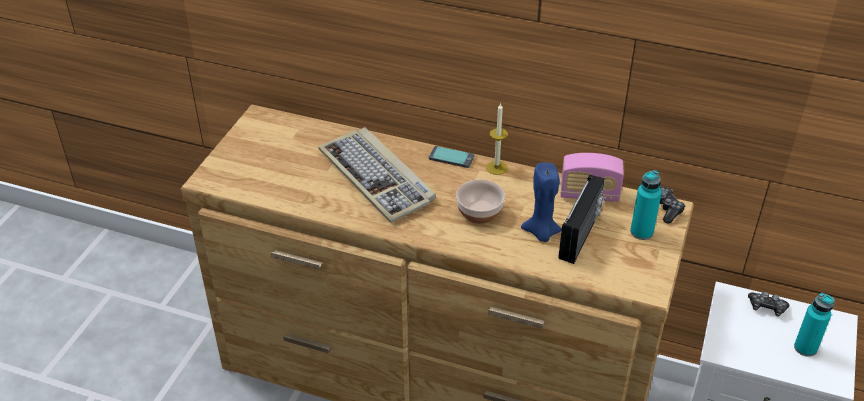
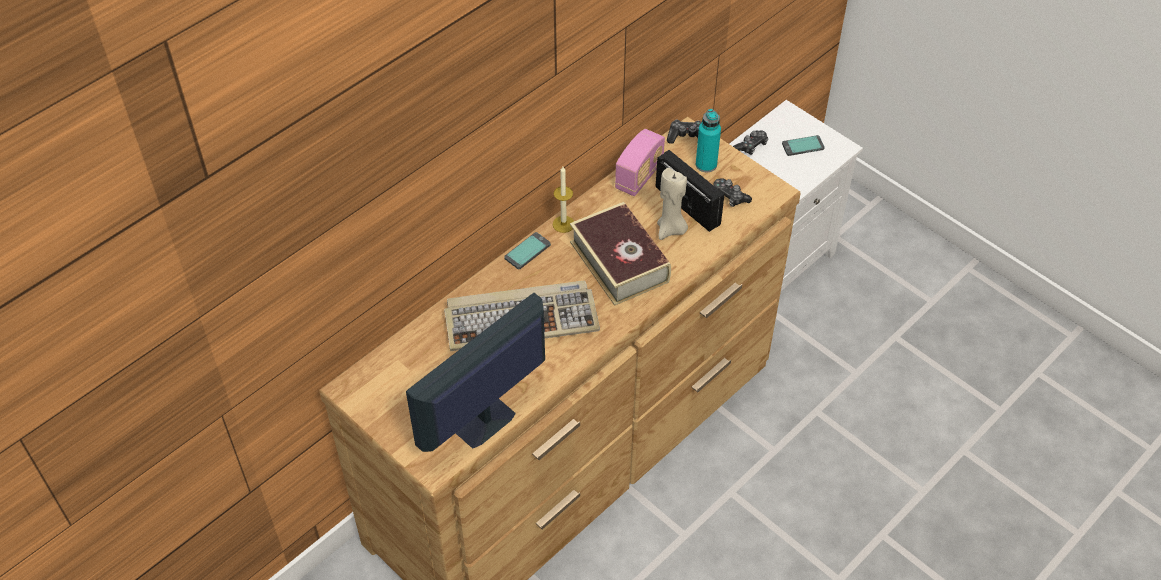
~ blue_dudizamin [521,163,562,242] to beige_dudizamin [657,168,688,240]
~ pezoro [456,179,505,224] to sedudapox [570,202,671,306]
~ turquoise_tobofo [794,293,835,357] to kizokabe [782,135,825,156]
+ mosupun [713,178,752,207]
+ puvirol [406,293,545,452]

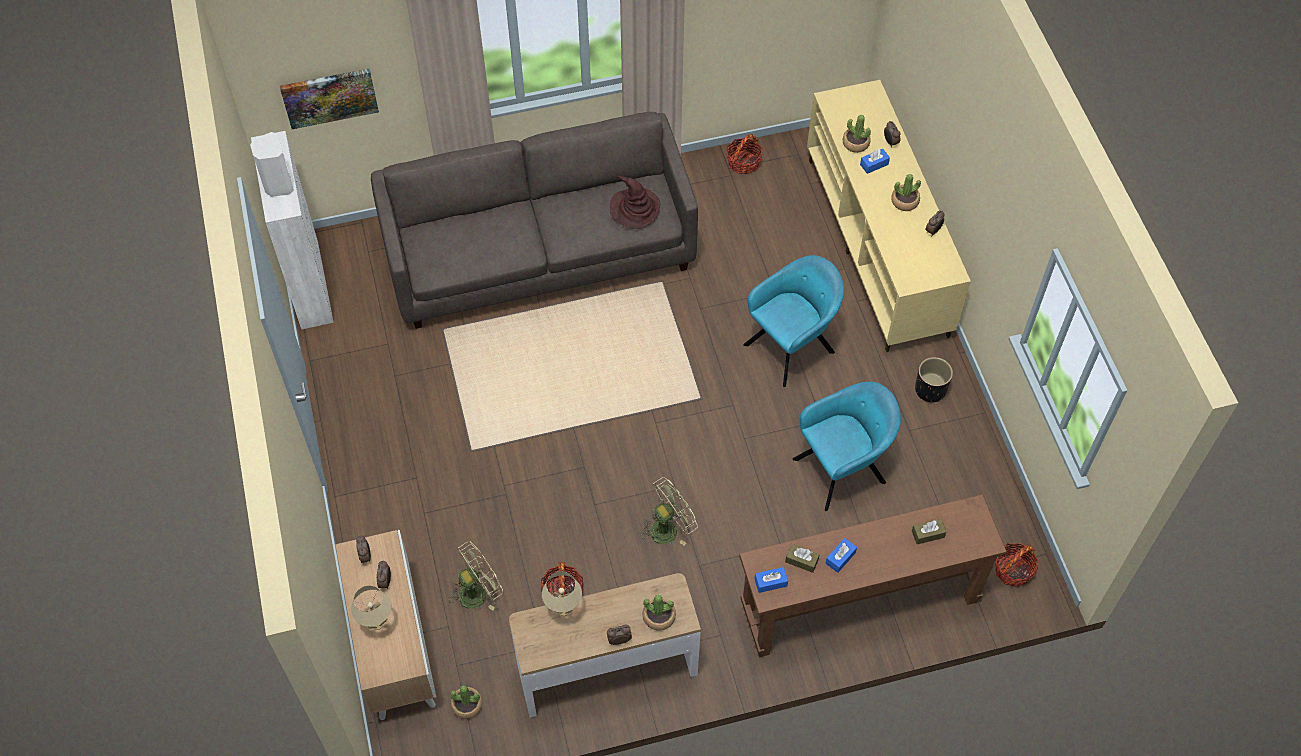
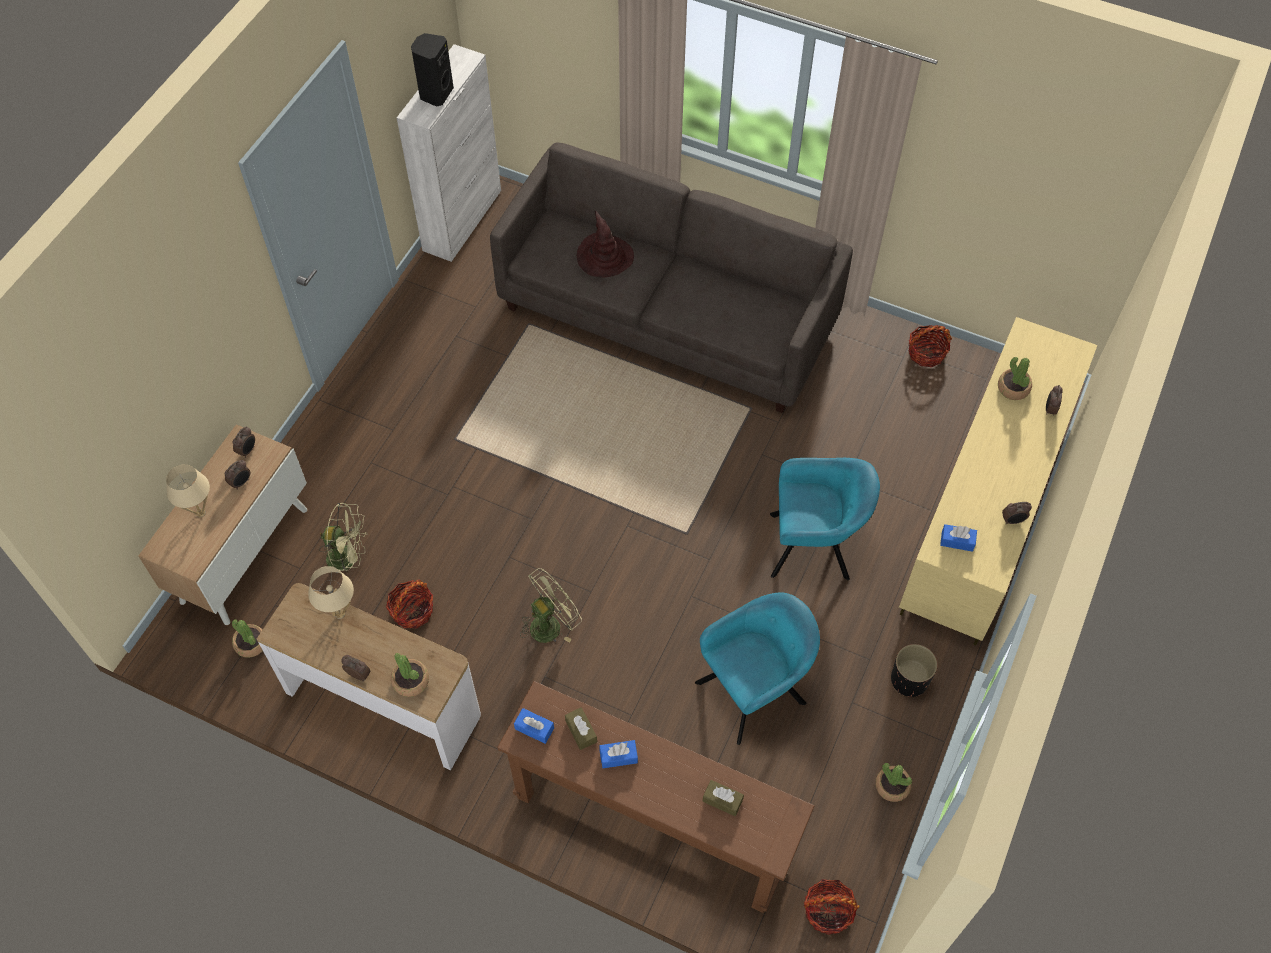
- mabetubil [280,69,379,129]
~ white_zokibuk [250,132,294,197] to black_zokibuk [411,33,454,107]
~ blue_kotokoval [860,149,890,174] to [940,524,977,552]
~ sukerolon [891,174,921,211] to [876,763,912,802]
~ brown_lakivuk [610,176,660,229] to [577,211,634,277]
~ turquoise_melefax [793,382,901,511] = [695,592,820,745] 45 degrees counterclockwise
~ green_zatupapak [641,477,698,546] = [520,568,582,643] 45 degrees counterclockwise

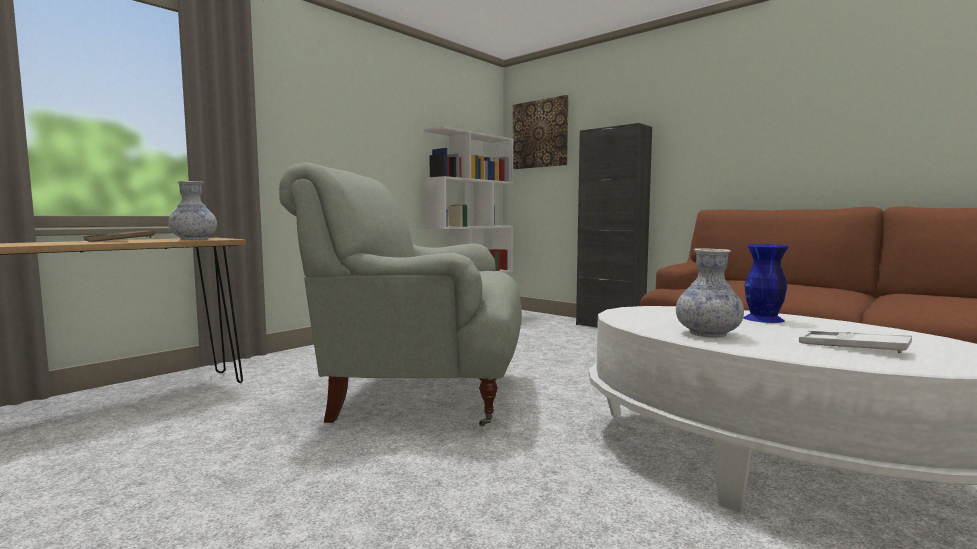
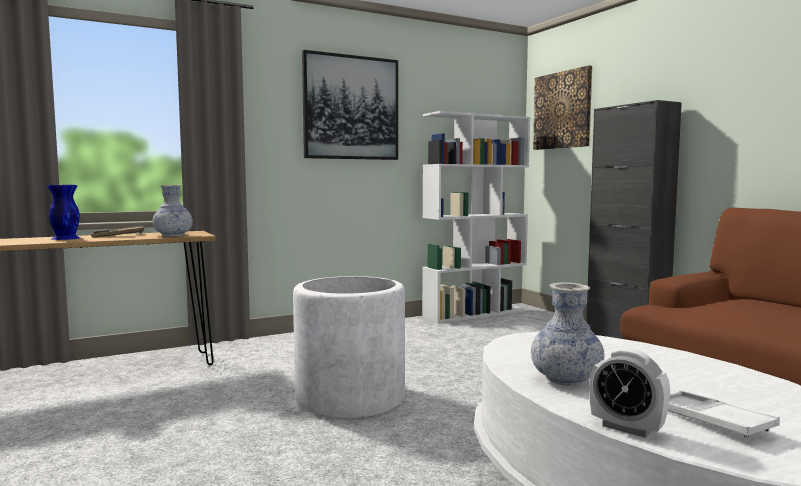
~ grey_melefax [279,162,522,427] to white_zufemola [293,276,405,419]
~ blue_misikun [743,244,789,323] to [47,185,80,240]
+ mabetubil [302,50,398,160]
+ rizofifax [589,348,670,438]

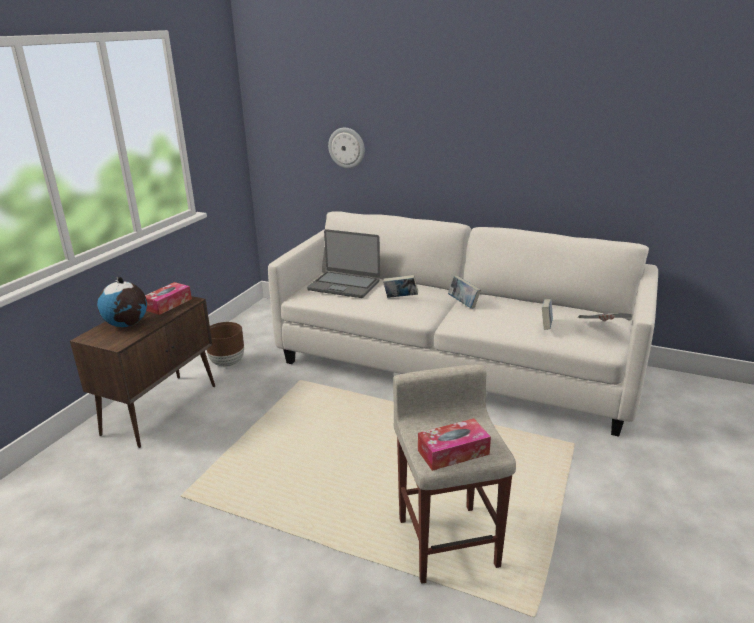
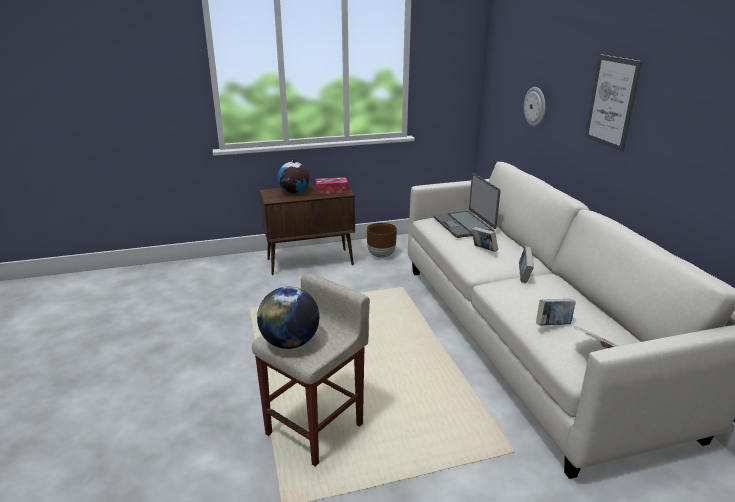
~ kotokoval [418,418,491,471] to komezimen [257,286,319,349]
+ mabetubil [585,54,642,152]

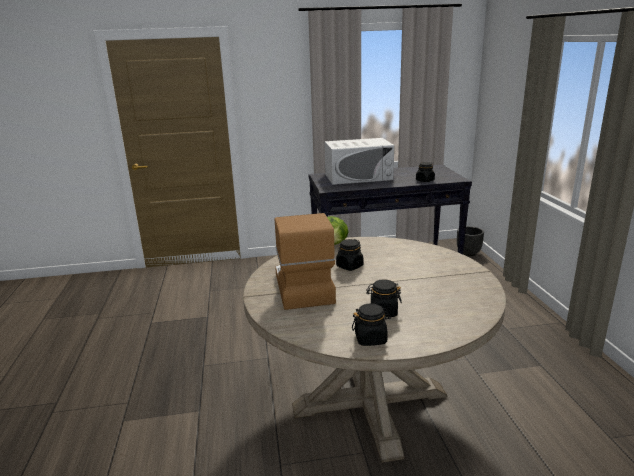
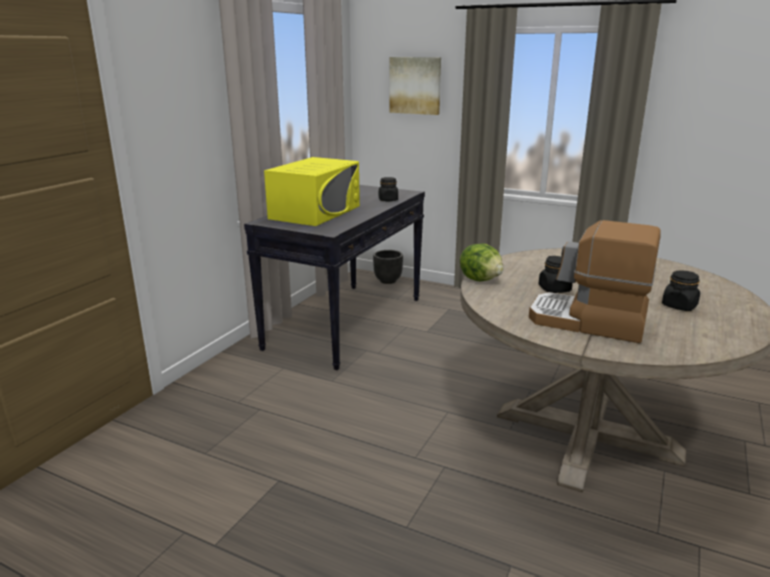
~ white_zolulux [324,138,394,185] to yellow_zolulux [264,157,360,226]
- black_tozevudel [352,303,391,346]
+ mabetubil [389,57,441,115]

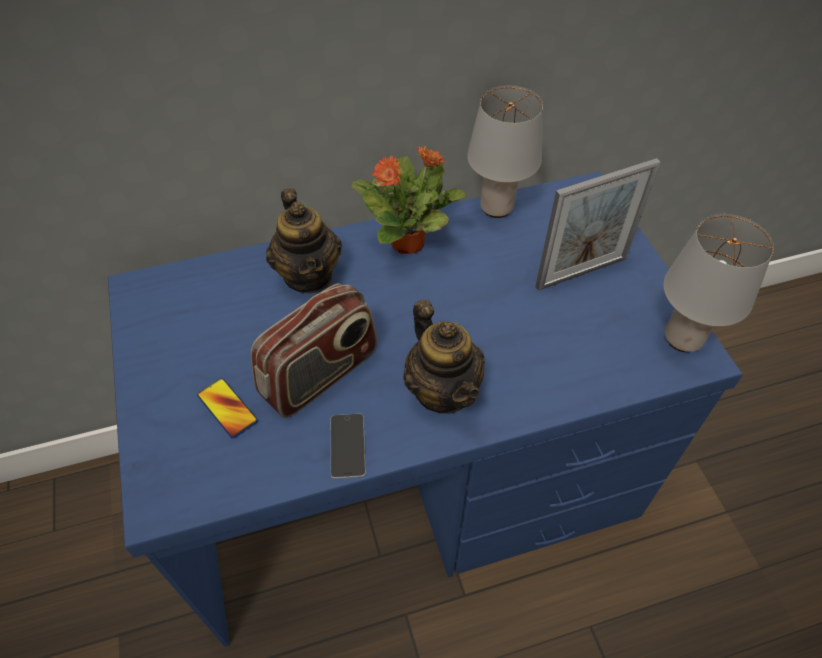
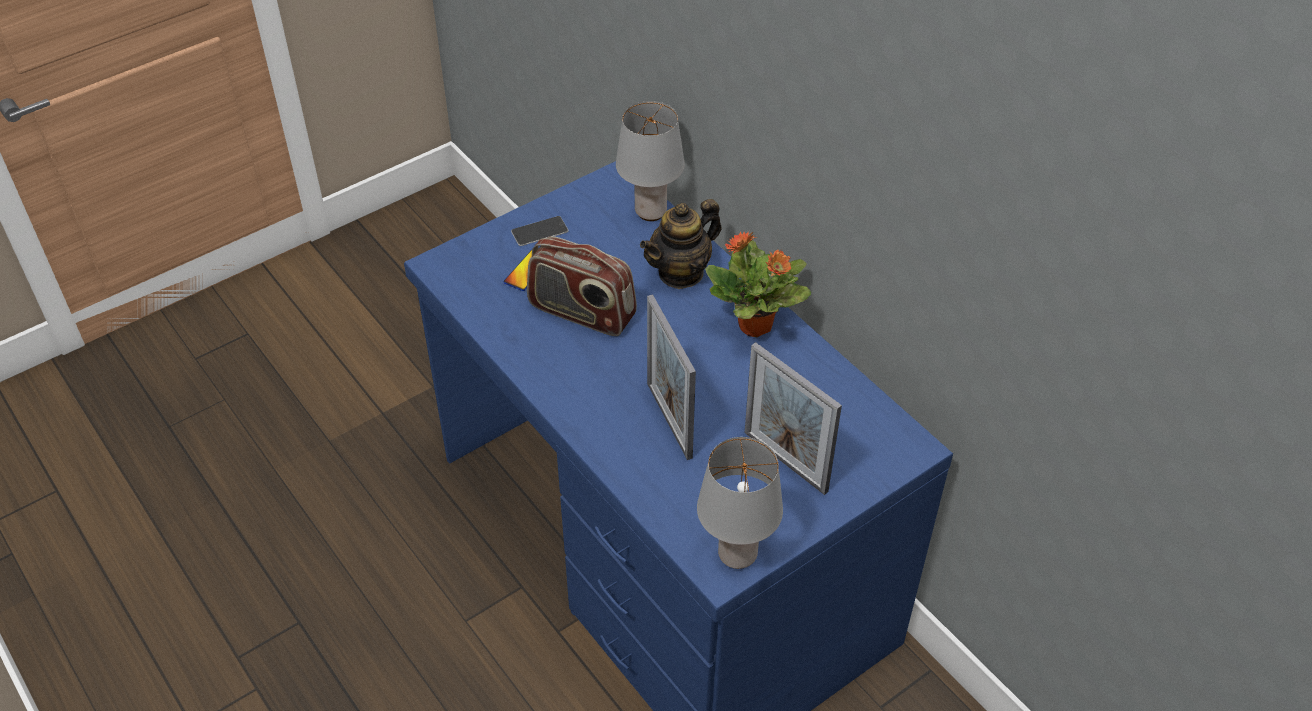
~ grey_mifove [467,85,543,218] to [616,101,685,221]
- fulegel [403,300,485,414]
~ kizokabe [331,414,366,478] to [511,216,569,246]
+ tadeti [647,294,696,460]

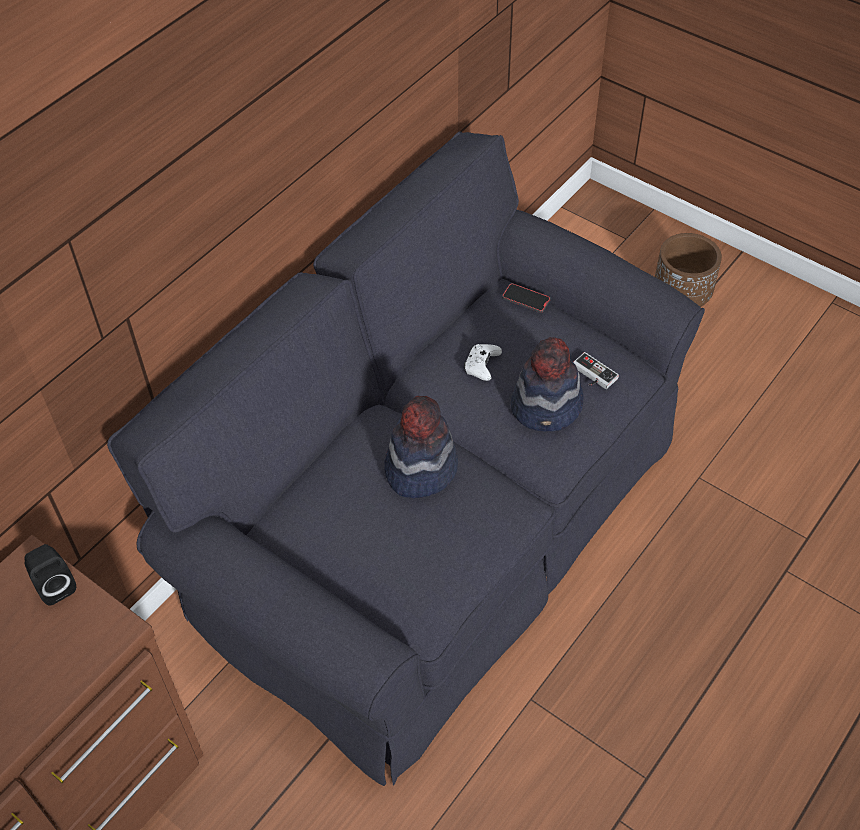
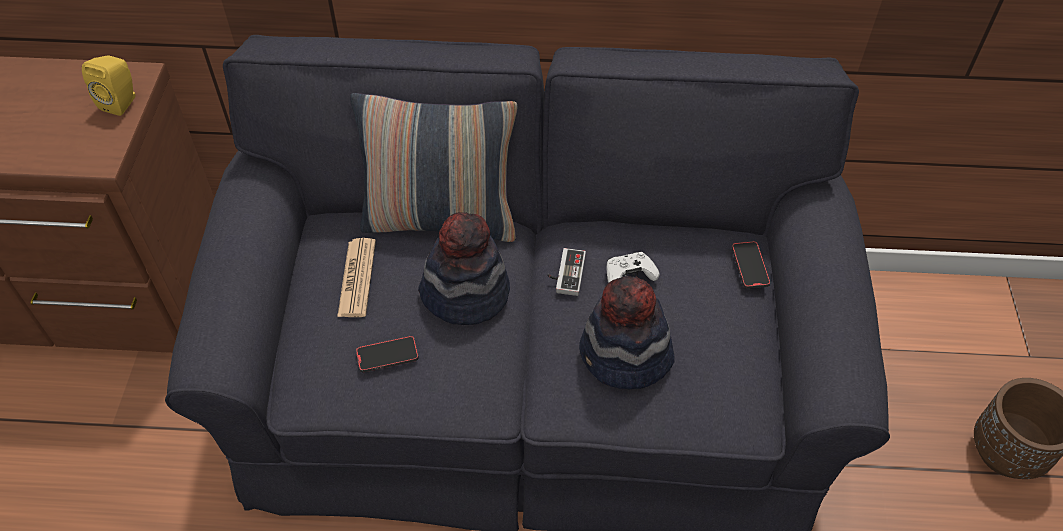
~ mosupun [573,352,619,389] to [547,248,586,296]
~ black_zokibuk [24,544,76,606] to yellow_zokibuk [82,56,136,116]
+ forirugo [350,93,518,242]
+ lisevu [337,238,376,317]
+ kizokabe [356,336,419,372]

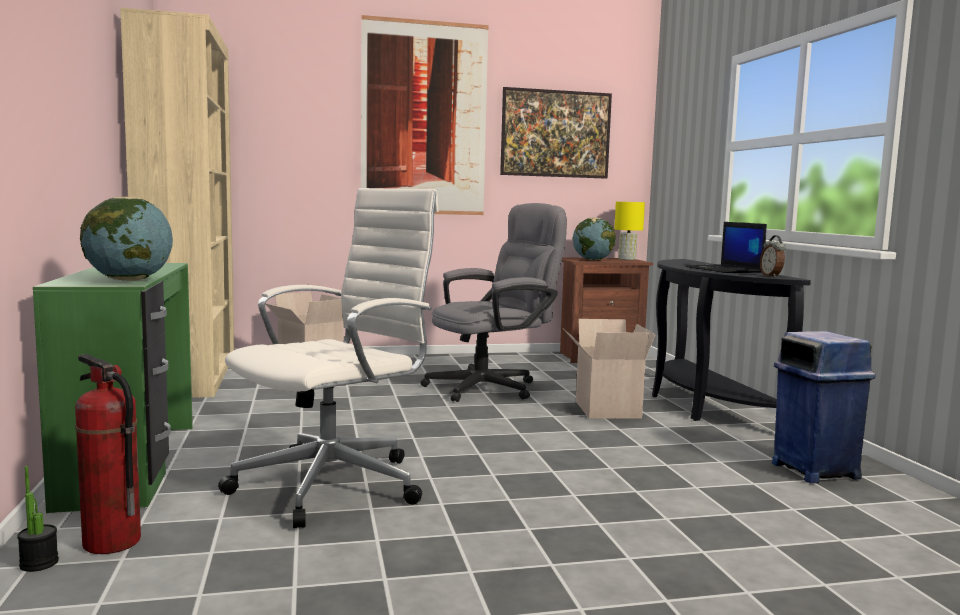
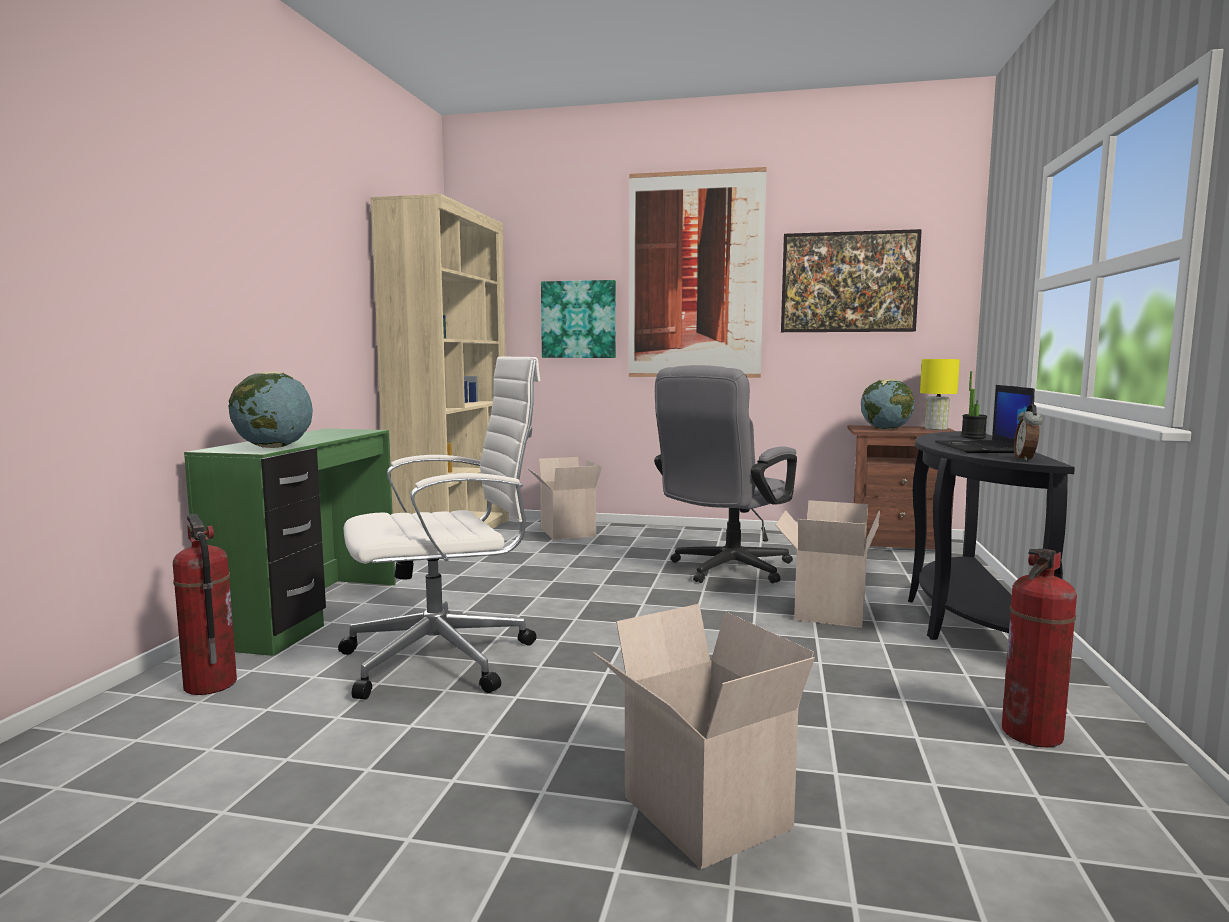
~ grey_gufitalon [420,203,567,402] = [654,365,797,583] 135 degrees clockwise
~ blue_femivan [772,331,876,483] to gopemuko [1002,549,1077,747]
~ sukerolon [17,466,59,572] to [961,371,987,439]
+ mabetubil [541,280,616,358]
+ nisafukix [593,604,815,869]

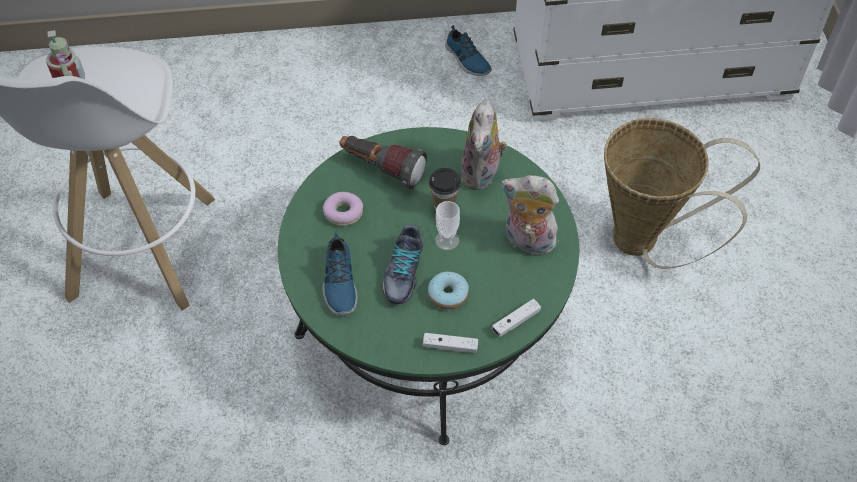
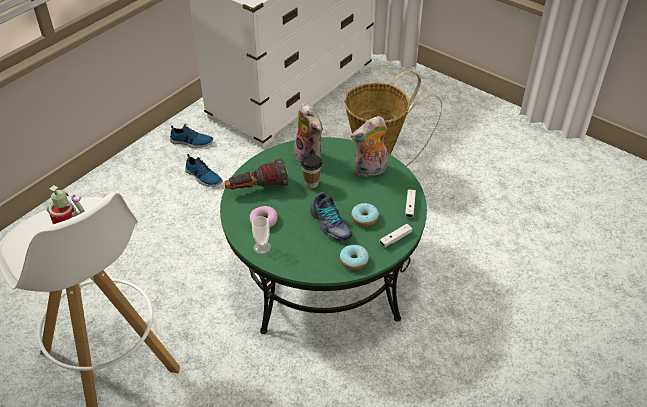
~ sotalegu [435,201,460,250] to [252,216,271,254]
~ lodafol [322,232,357,315] to [185,154,223,187]
+ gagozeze [340,245,369,270]

